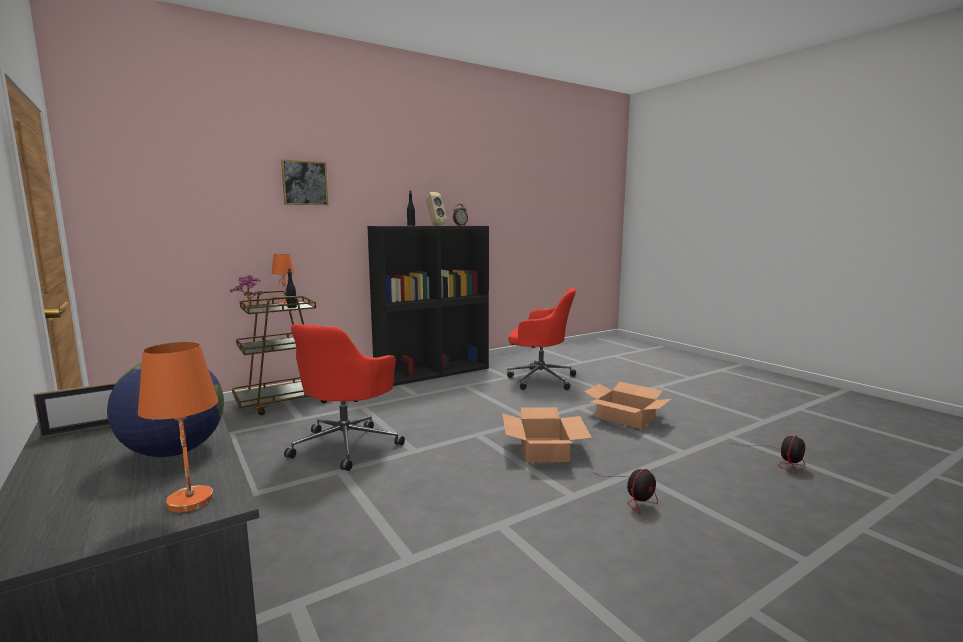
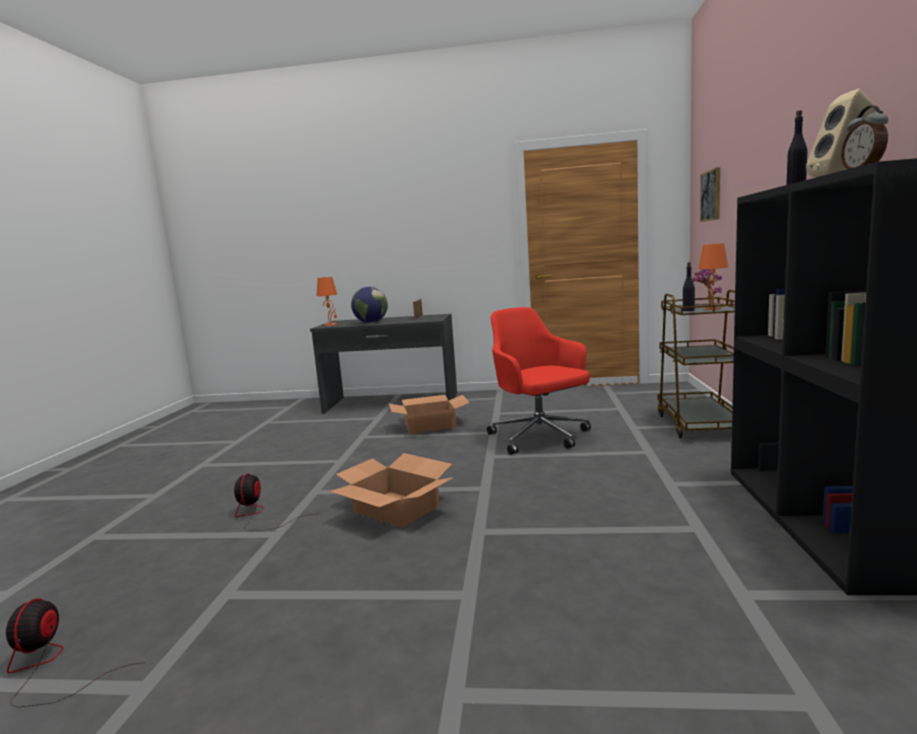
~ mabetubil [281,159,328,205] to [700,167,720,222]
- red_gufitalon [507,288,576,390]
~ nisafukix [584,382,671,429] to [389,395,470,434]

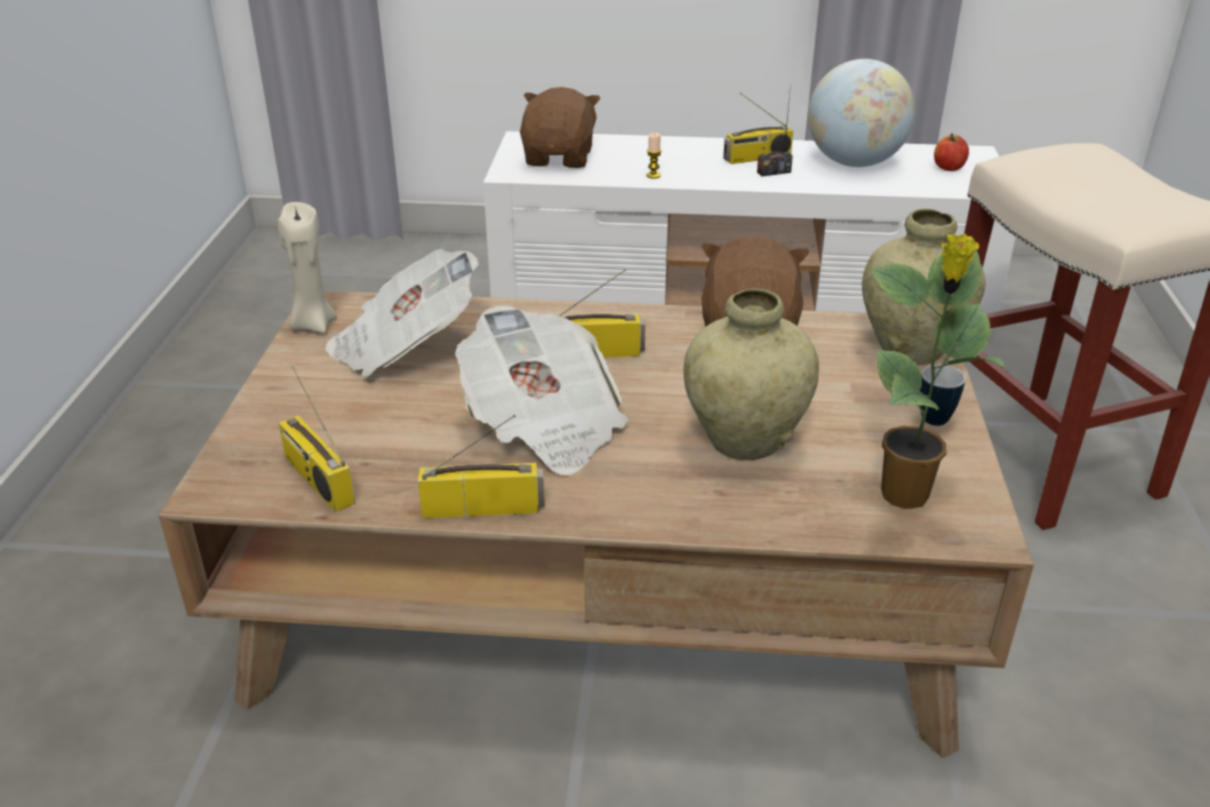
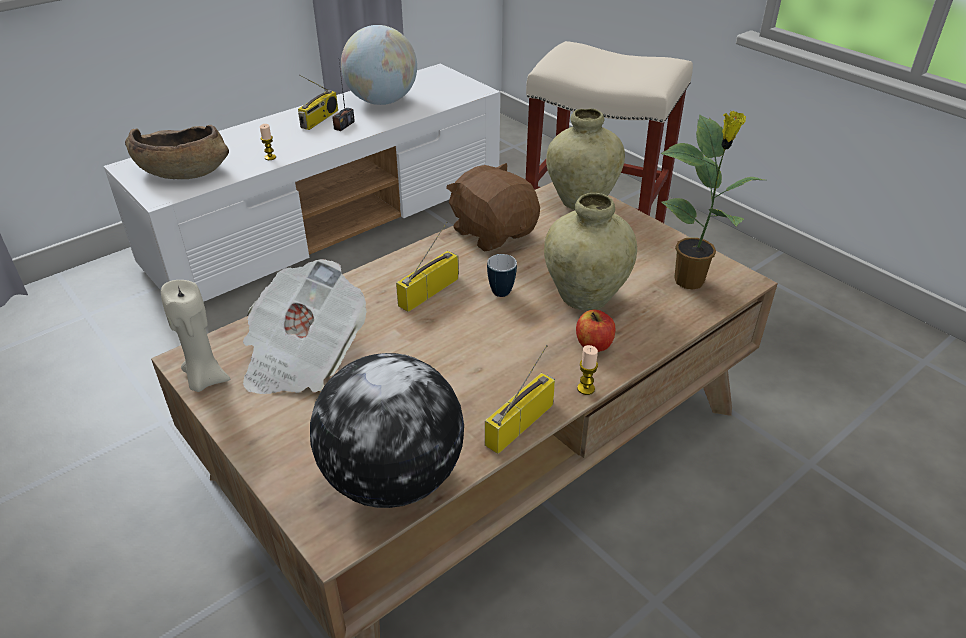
~ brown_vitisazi [520,87,601,168] to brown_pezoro [125,125,229,179]
~ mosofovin [934,133,969,171] to [576,310,615,352]
- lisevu [455,305,628,475]
~ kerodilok [920,365,965,426] to [487,254,517,297]
~ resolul [279,366,355,512] to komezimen [310,353,464,508]
+ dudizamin [577,345,598,395]

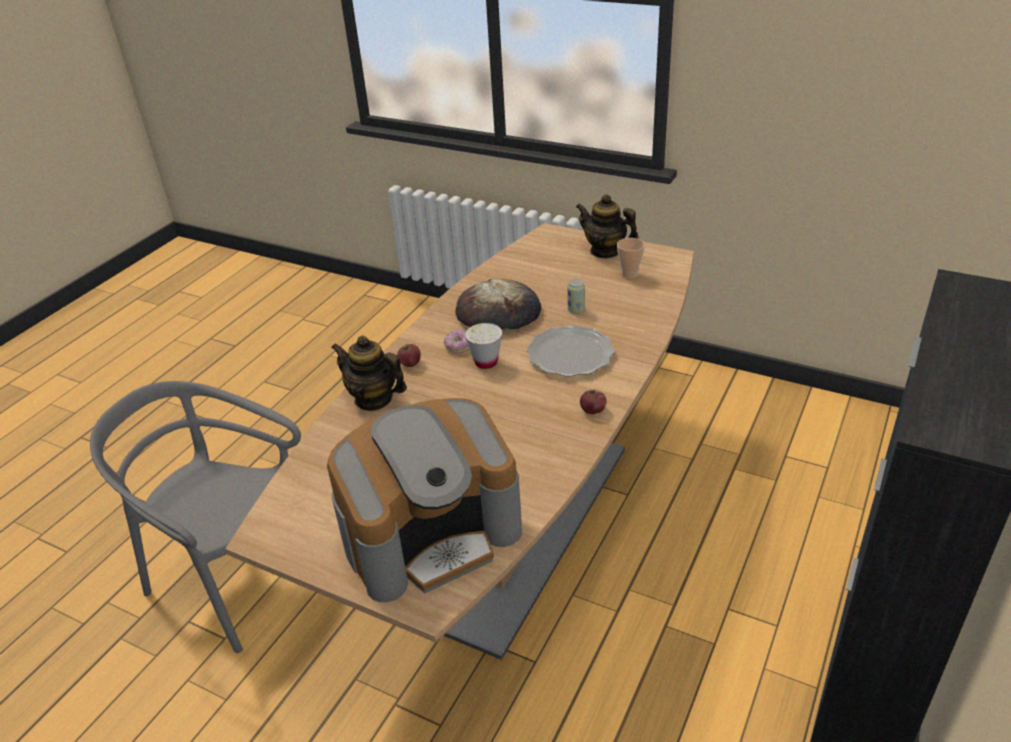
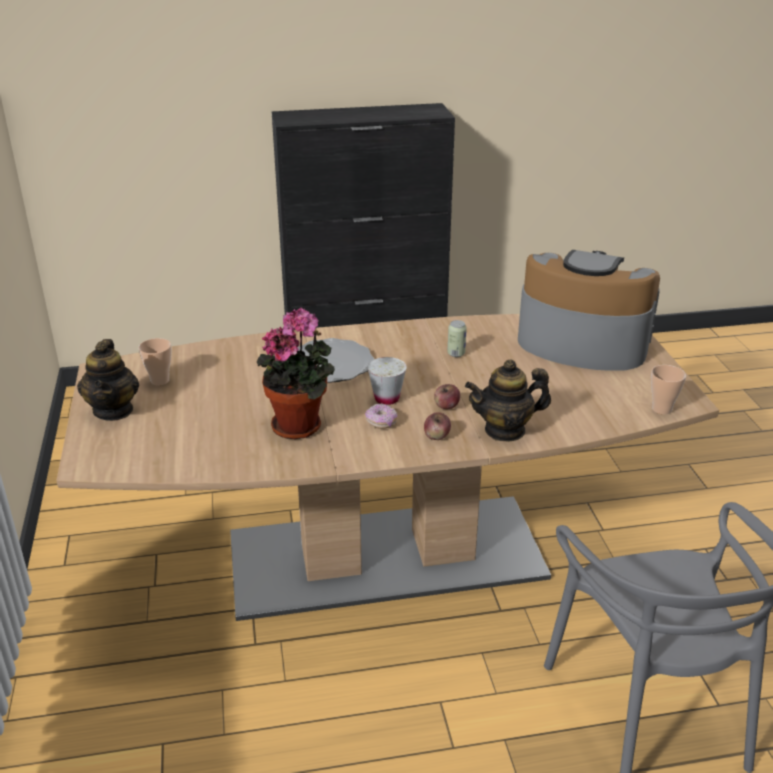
~ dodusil [455,279,542,330] to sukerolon [257,308,335,439]
~ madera [567,279,585,314] to [447,320,467,357]
~ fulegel [331,336,407,411] = [465,359,551,442] 90 degrees clockwise
~ mosofovin [580,389,607,414] to [434,384,460,409]
+ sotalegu [651,365,686,415]

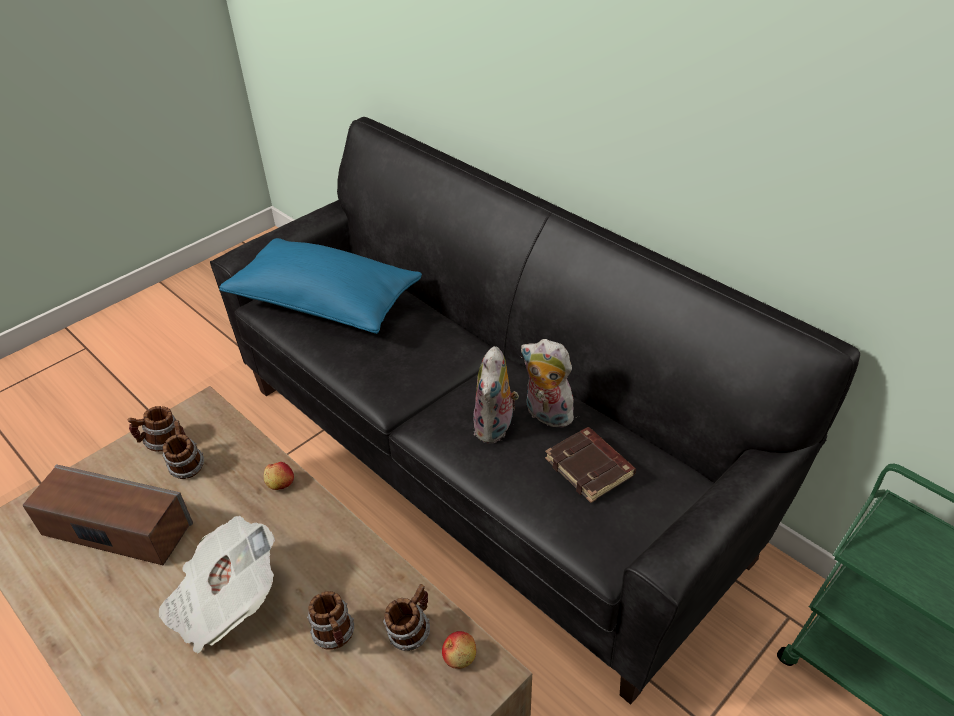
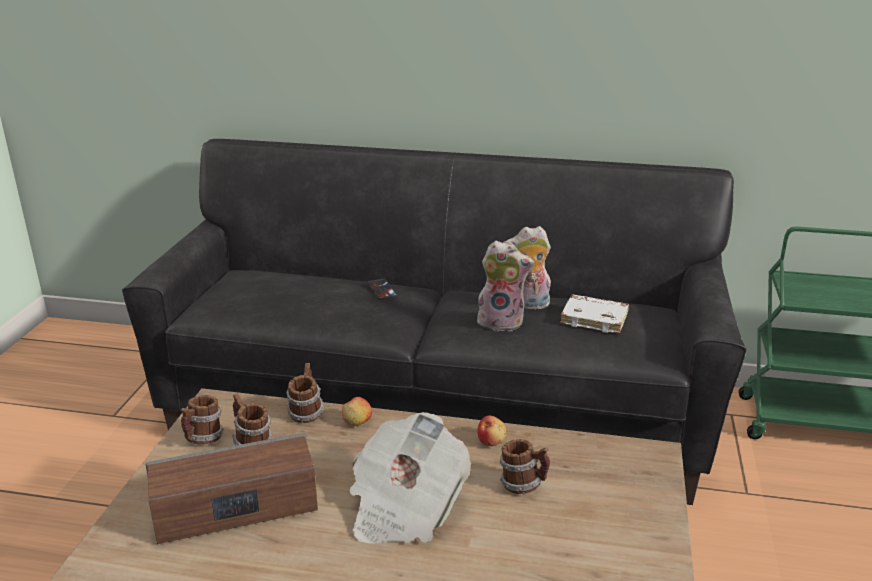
- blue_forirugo [219,238,422,334]
~ vitisazi [473,346,519,444] = [477,241,535,331] 60 degrees counterclockwise
~ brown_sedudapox [545,427,636,503] to white_sedudapox [560,294,629,334]
~ kerodilok [383,584,430,651] to [286,363,324,423]
~ mosofovin [442,631,476,669] to [477,415,506,446]
+ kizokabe [367,279,397,299]

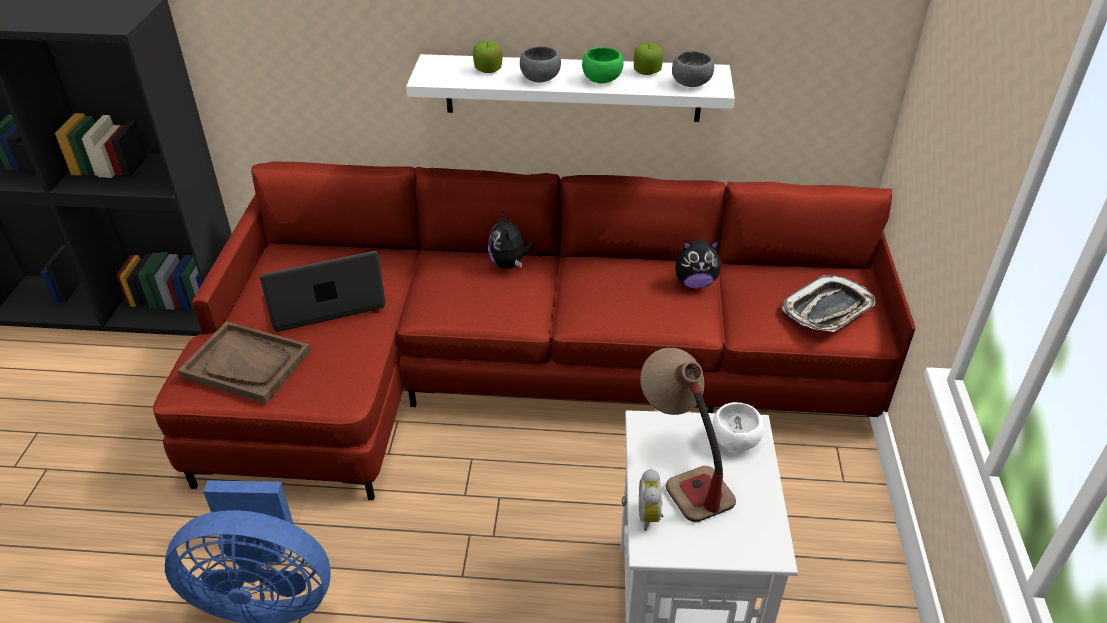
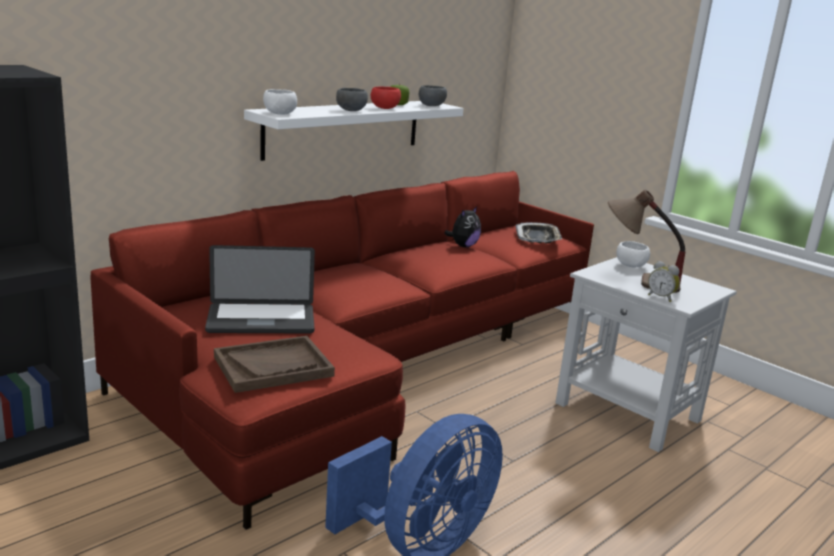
- mosofovin [473,41,502,73]
~ green_pezoro [582,47,623,83] to red_pezoro [371,86,401,109]
- vitisazi [488,212,534,269]
~ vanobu [260,251,385,332] = [205,245,315,334] 120 degrees counterclockwise
+ white_pezoro [263,89,297,115]

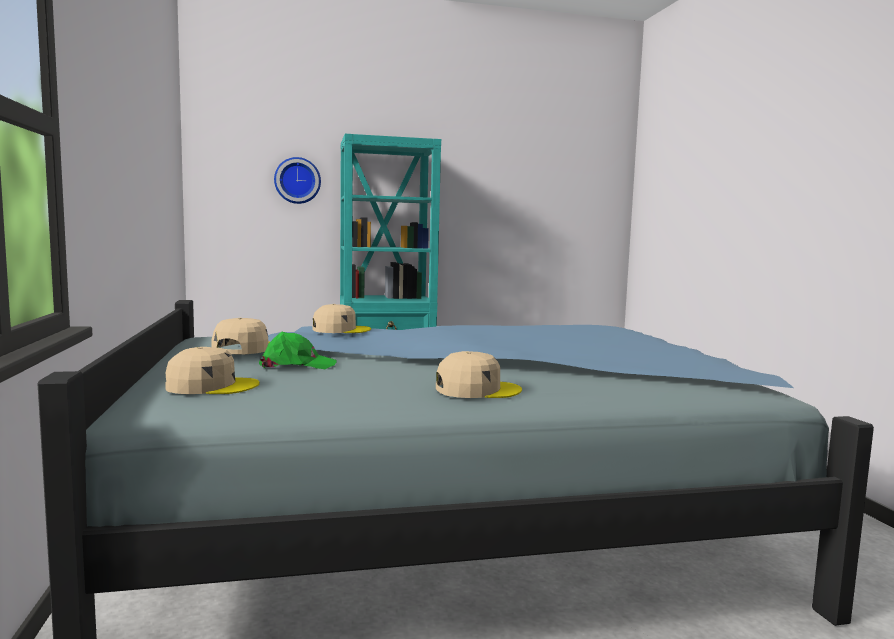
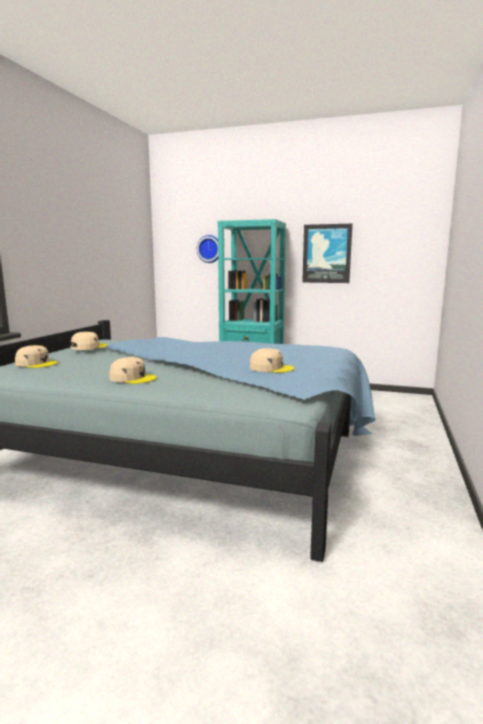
~ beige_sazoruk [312,304,371,333] to [250,348,295,373]
- green_sazoruk [259,332,337,369]
+ mabetubil [302,224,353,283]

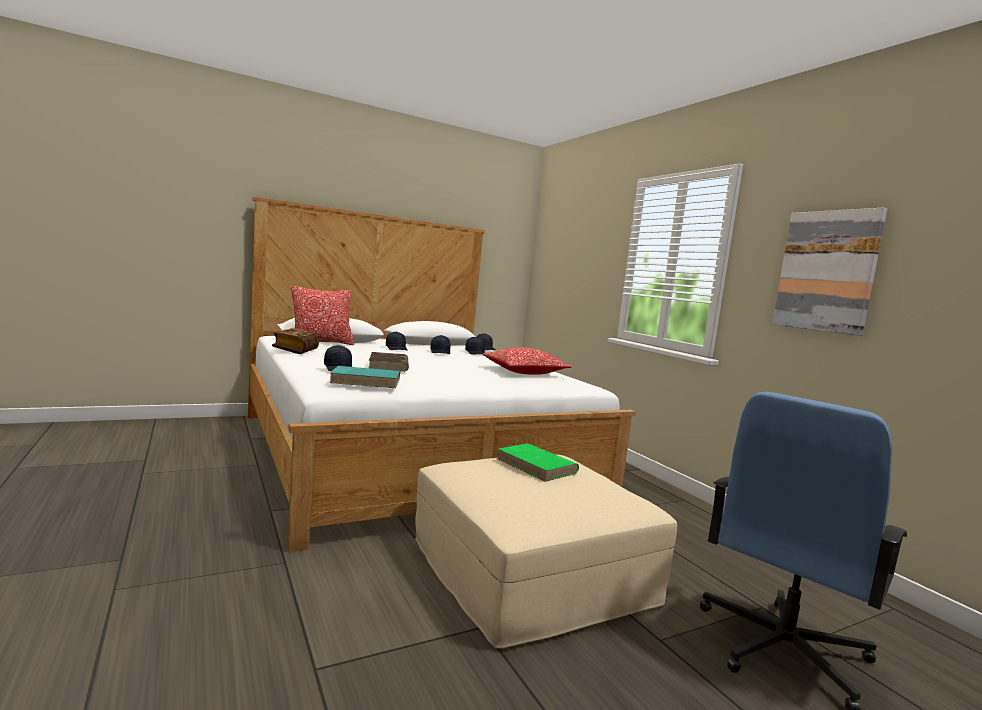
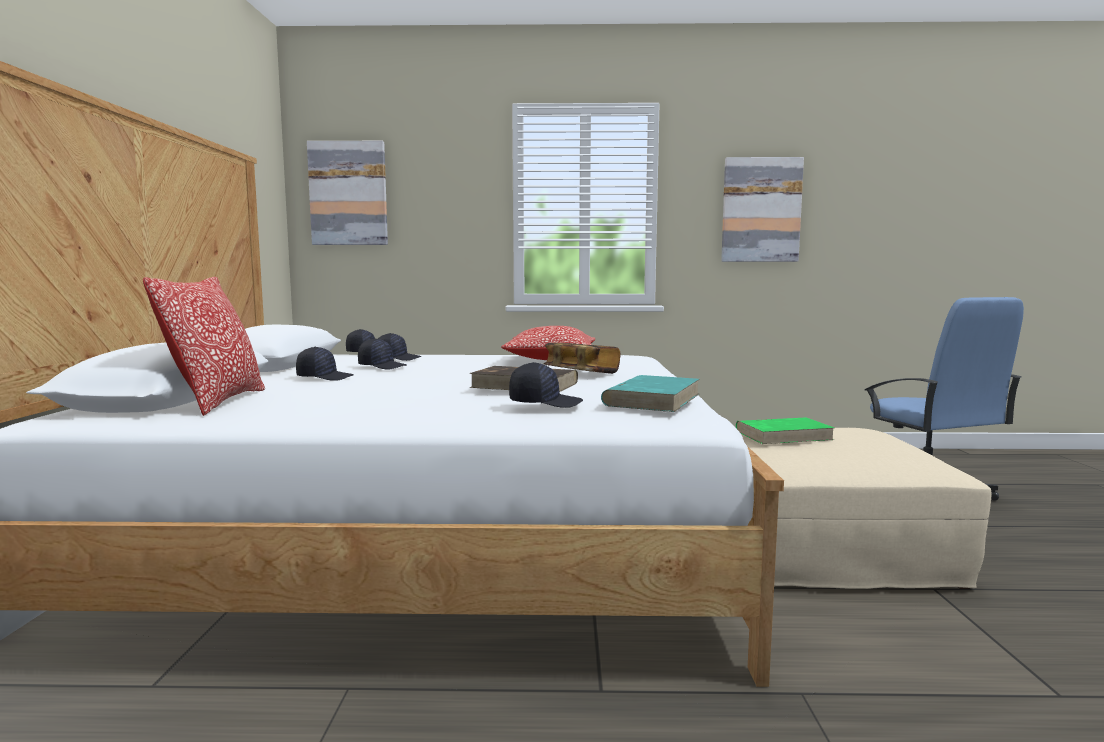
~ sedudapox [272,328,319,354] to [544,343,621,374]
+ mabetubil [307,141,388,245]

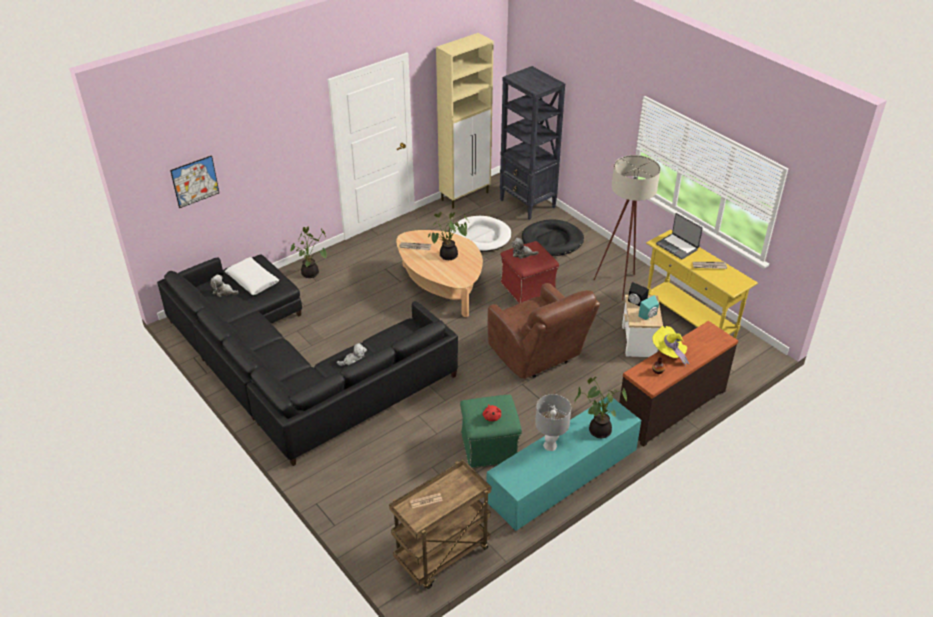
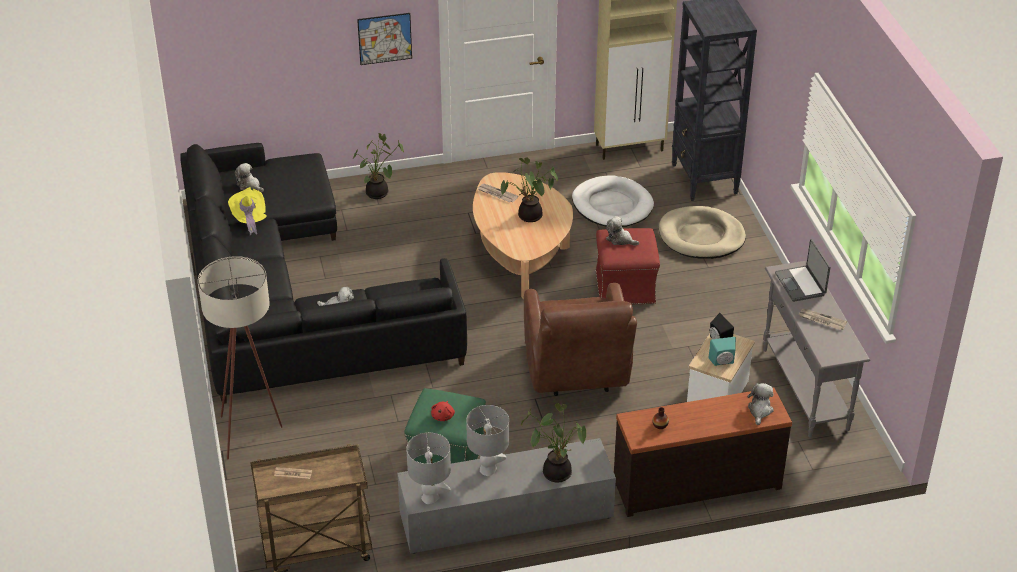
~ mabetubil [170,155,219,208] to [357,13,412,65]
~ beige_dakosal [594,155,661,301] to [198,256,282,460]
~ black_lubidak [522,219,584,256] to beige_lubidak [659,206,746,259]
~ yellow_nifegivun [646,229,758,339] to grey_nifegivun [763,261,870,438]
- white_forirugo [225,257,279,295]
~ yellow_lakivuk [652,326,689,365] to [228,187,267,236]
~ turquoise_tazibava [486,397,641,531] to grey_tazibava [397,438,616,554]
+ vitisazi [747,383,774,425]
+ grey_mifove [406,432,451,504]

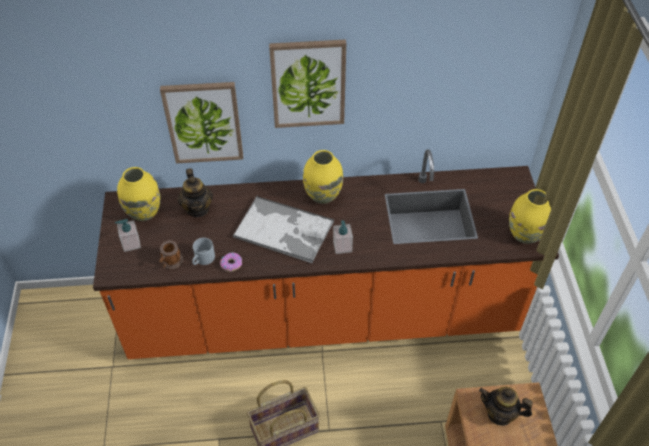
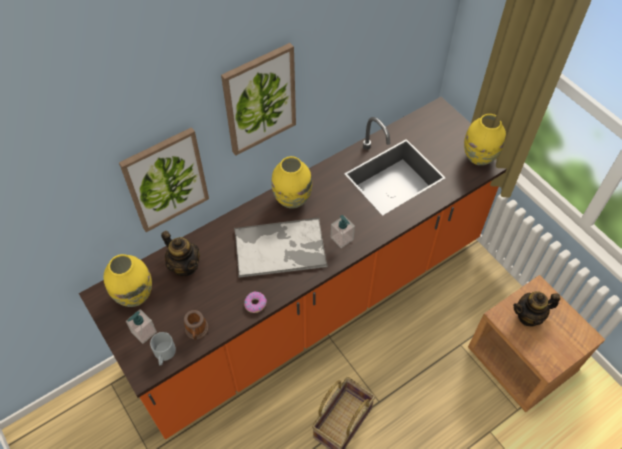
~ grey_kerodilok [192,238,215,265] to [150,332,176,365]

